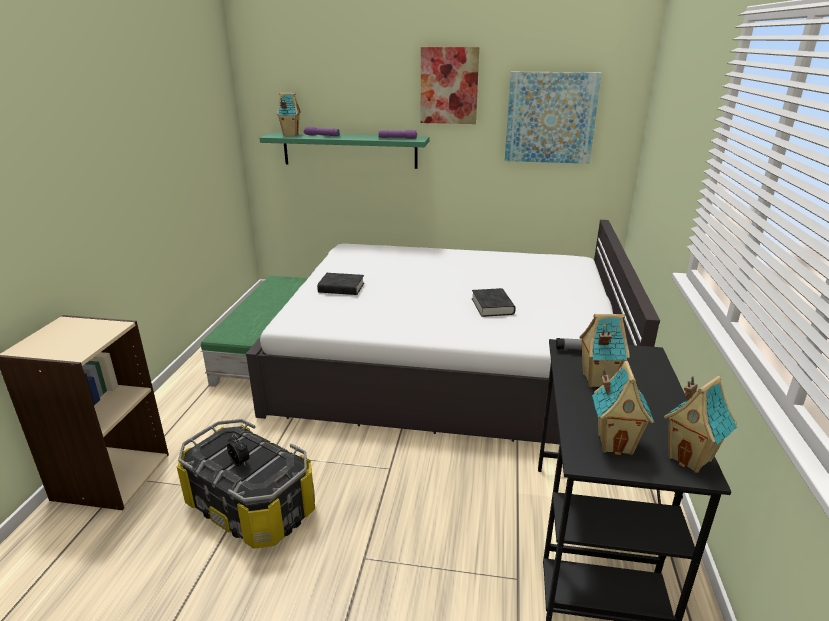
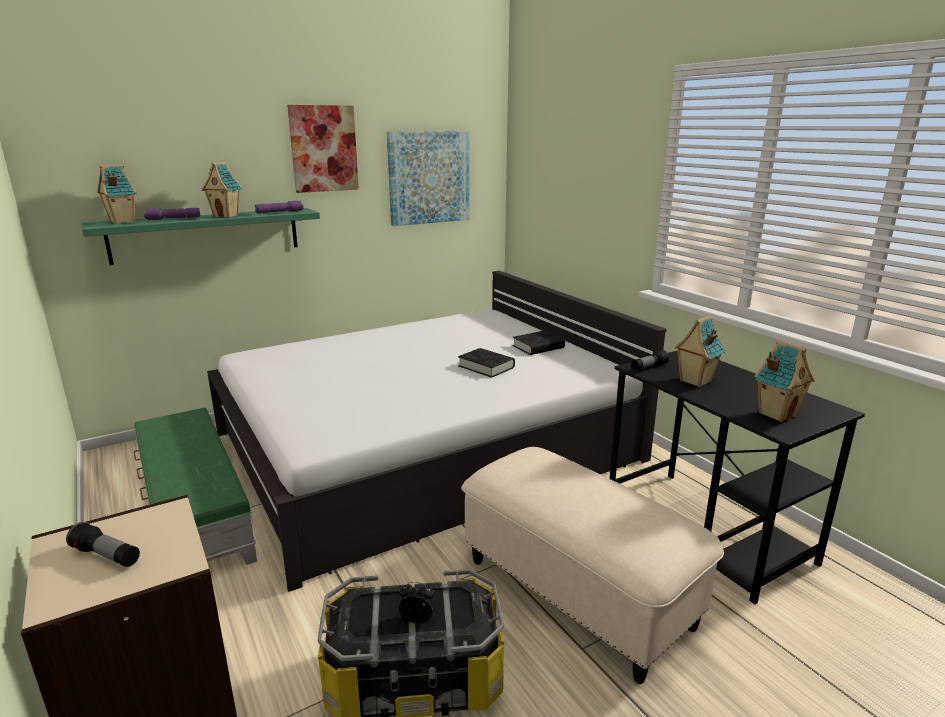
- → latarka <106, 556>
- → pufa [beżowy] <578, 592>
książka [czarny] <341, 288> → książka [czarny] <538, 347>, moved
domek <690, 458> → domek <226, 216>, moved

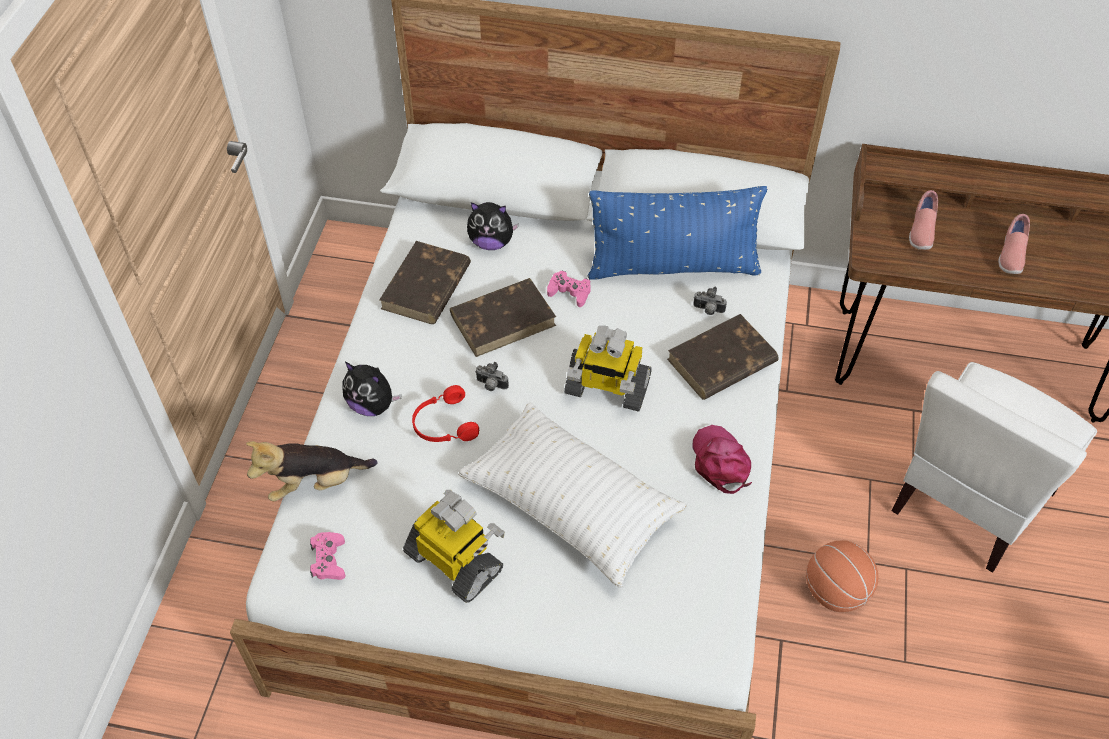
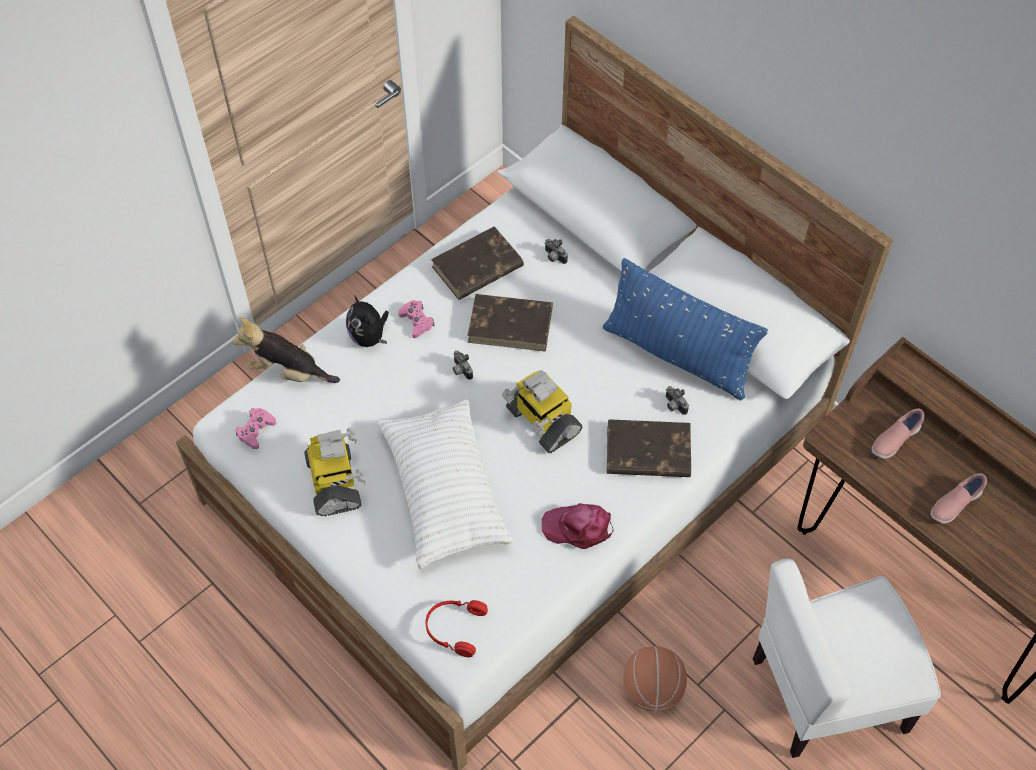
słuchawki [czerwony] <443, 424> → słuchawki [czerwony] <454, 628>, moved
pad do gier [różowy] <569, 292> → pad do gier [różowy] <416, 321>, moved
pluszak <491, 242> → aparat fotograficzny <554, 257>
czapka z daszkiem [różowy] <721, 462> → czapka z daszkiem [różowy] <578, 527>, 105 degrees counterclockwise

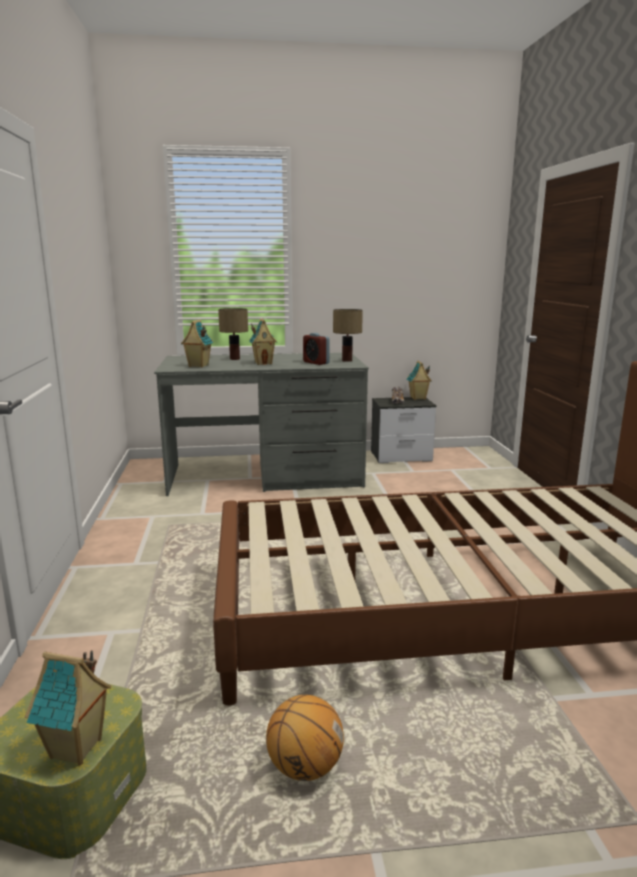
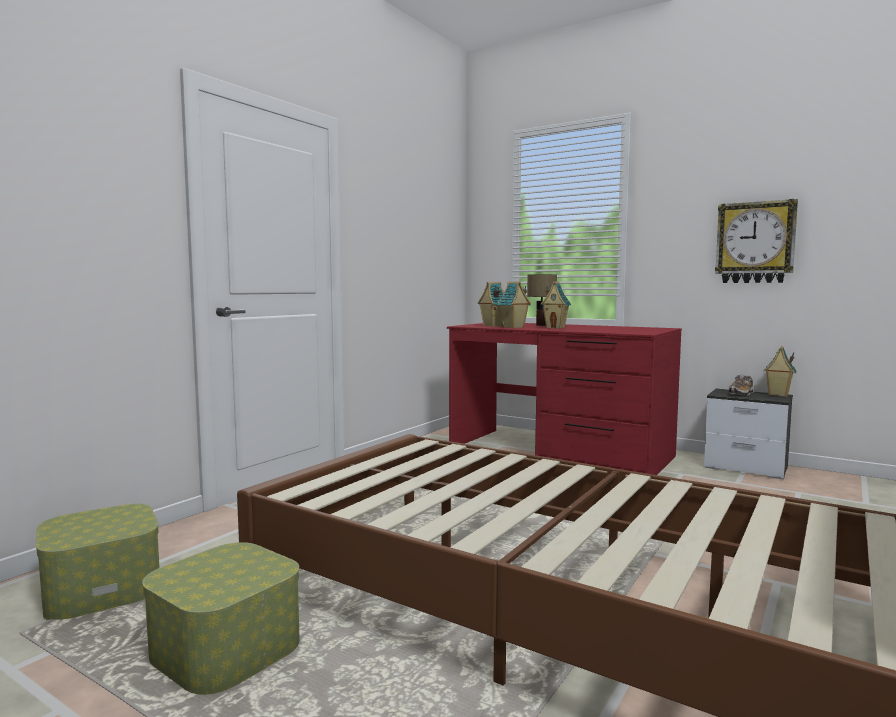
budzik <316, 362> → -
lampa stołowa <347, 360> → -
- → zegar ścienny <755, 243>
domek <77, 749> → domek <513, 327>, moved
piłka do koszykówki <304, 767> → pojemnik do przechowywania <226, 649>
biurko [szary] <266, 476> → biurko [czerwony] <559, 453>

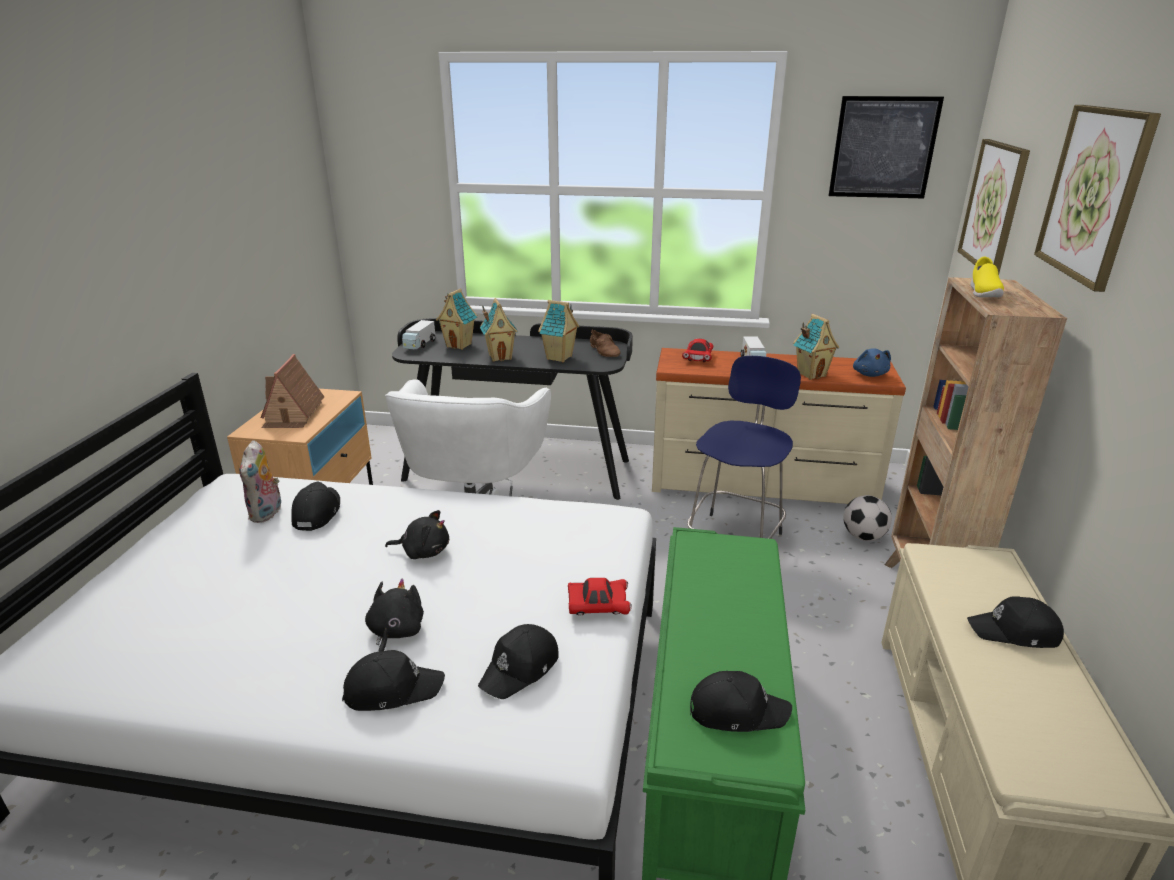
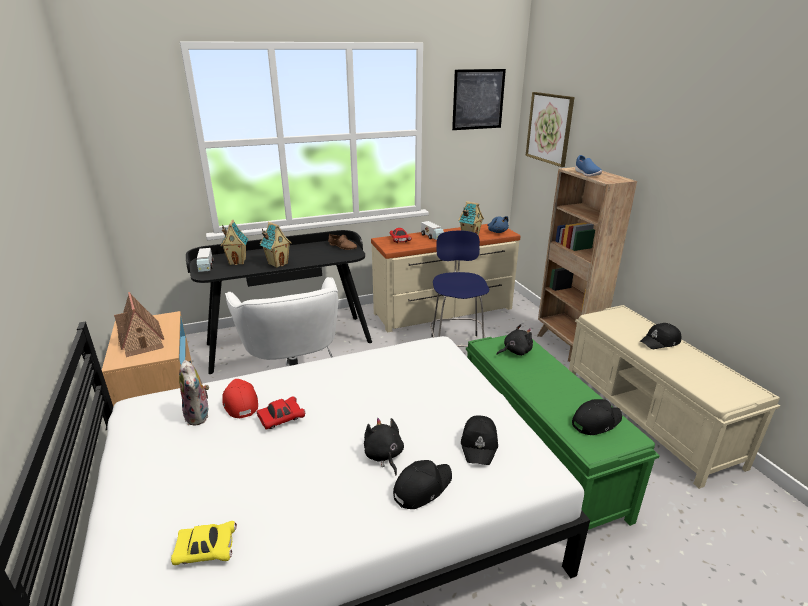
domek <560, 358> → -
piłka futbolowa <863, 536> → -
obraz <1093, 194> → -
- → samochodzik [żółty] <206, 551>
pluszak [czarny] <423, 551> → pluszak [czarny] <515, 351>, moved
samochodzik [czerwony] <598, 607> → samochodzik [czerwony] <281, 419>, moved
czapka z daszkiem [czarny] <317, 513> → czapka z daszkiem [czerwony] <240, 403>
but [żółty] <983, 293> → but [niebieski] <586, 174>

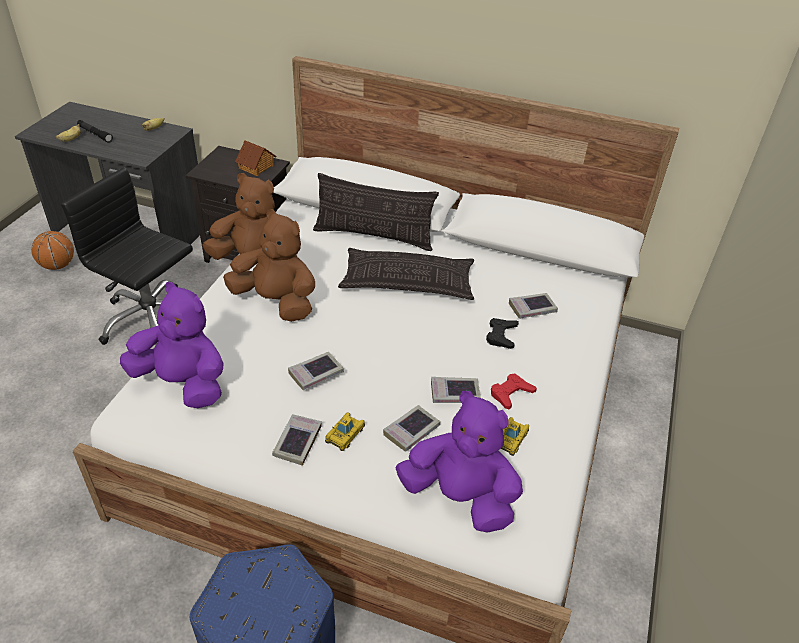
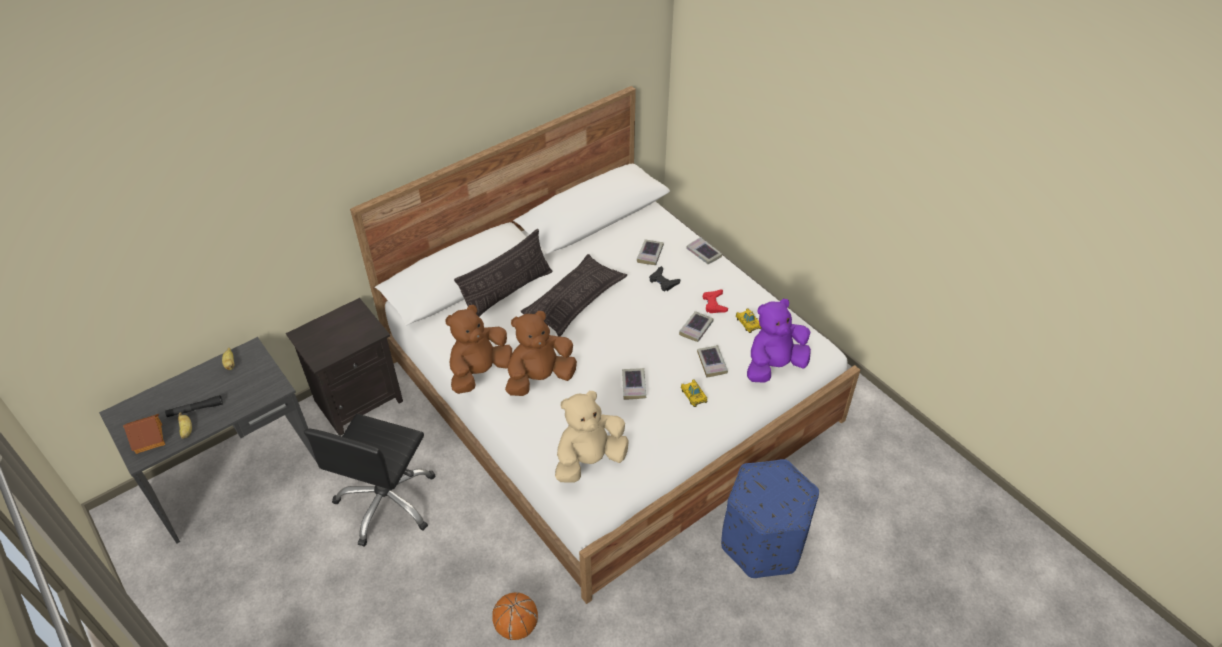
piłka do koszykówki <58, 265> → piłka do koszykówki <516, 626>, moved
domek <256, 167> → domek <149, 438>, moved
książka <297, 442> → książka <703, 253>, moved
pluszak [fioletowy] <183, 383> → pluszak [beżowy] <589, 460>
krzesło biurowe [czarny] <151, 320> → krzesło biurowe [czarny] <387, 502>, 45 degrees counterclockwise

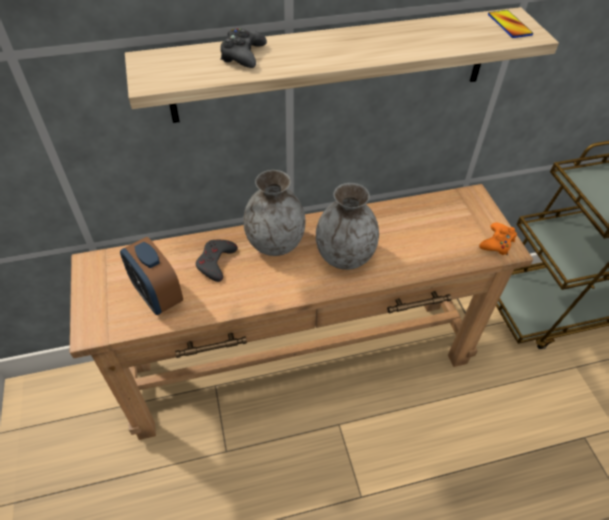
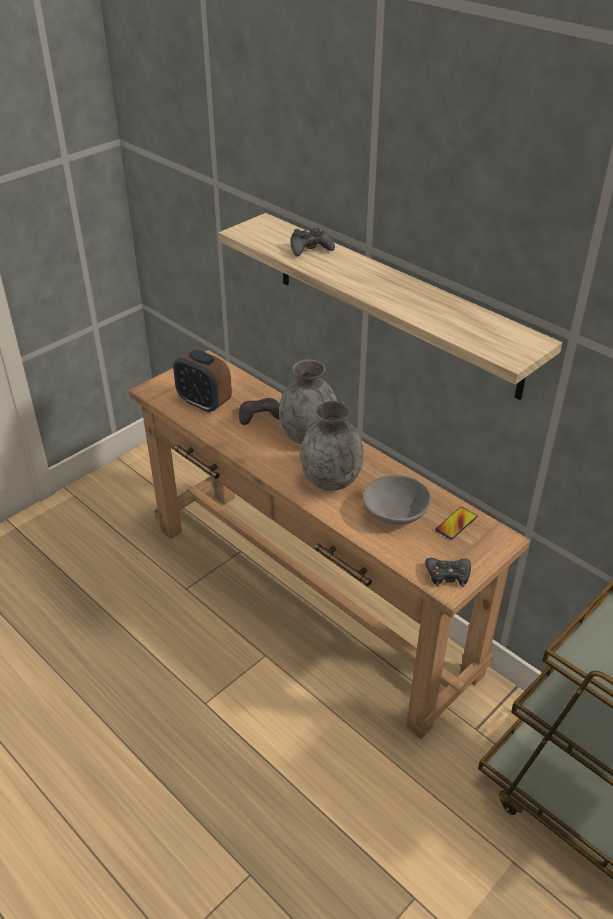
- → miska [szary] <395, 514>
telefon <509, 25> → telefon <456, 524>, moved
pad do gier [pomarańczowy] <497, 243> → pad do gier [czarny] <448, 575>
budzik <157, 296> → budzik <204, 403>, 75 degrees counterclockwise

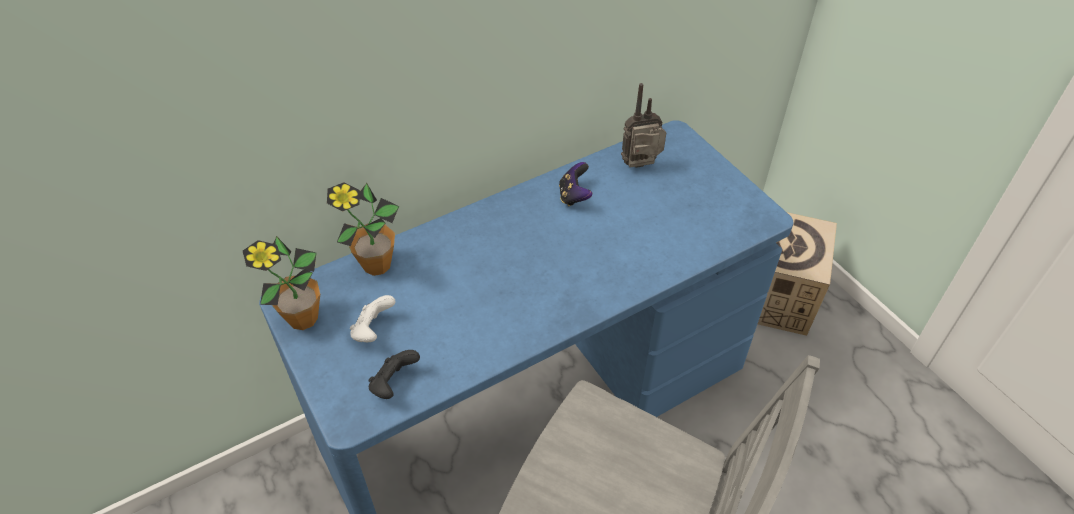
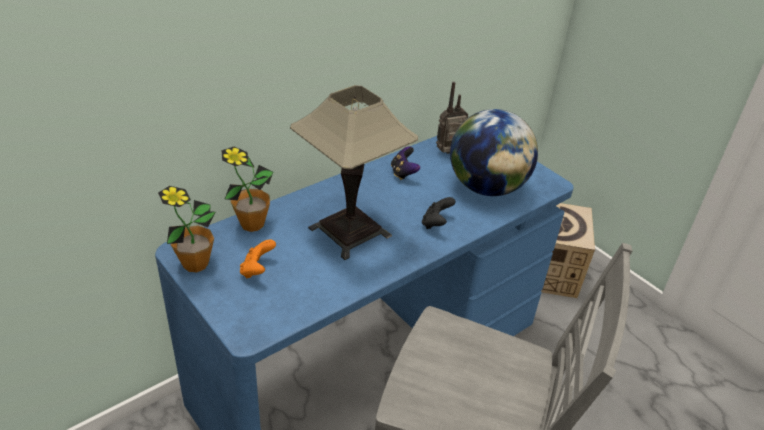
- → lampa stołowa <349, 232>
- → globus <486, 187>
pad do gier [czarny] <394, 384> → pad do gier [czarny] <436, 223>, moved
pad do gier [biały] <373, 330> → pad do gier [pomarańczowy] <257, 270>

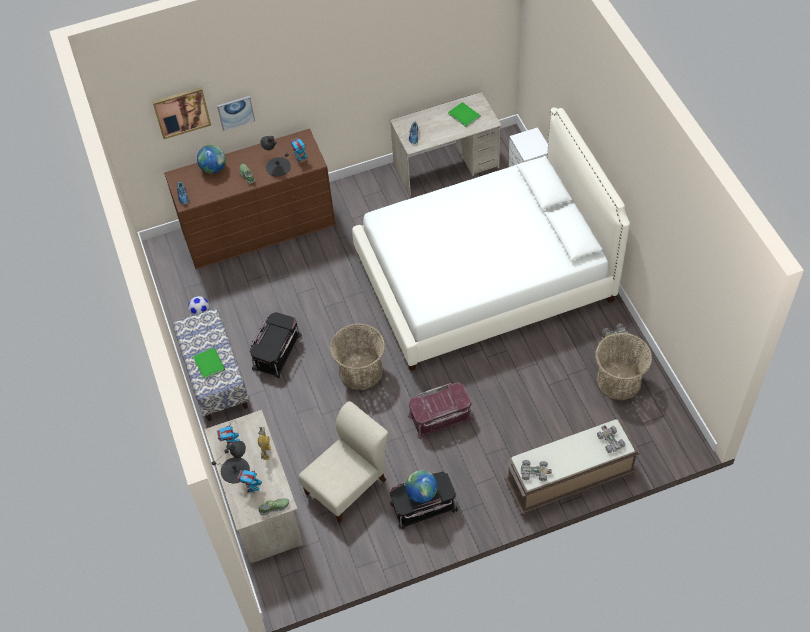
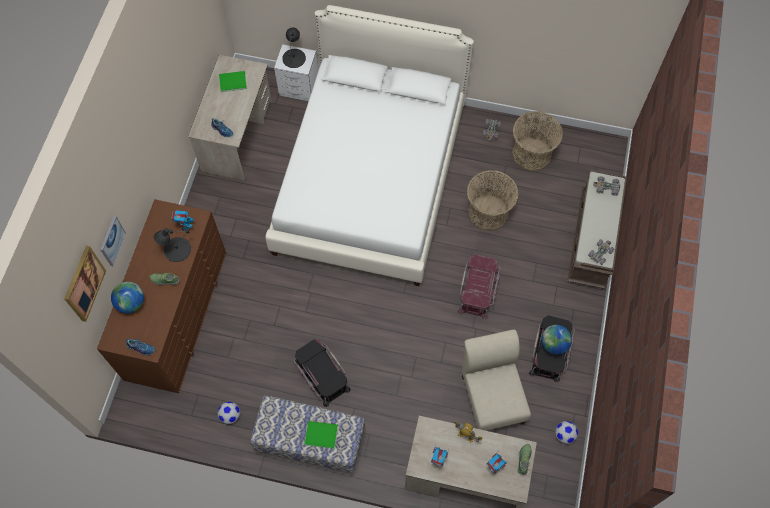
- → piłka futbolowa <564, 435>
lampa stołowa [czarny] <235, 470> → lampa stołowa [czarny] <294, 58>, moved
koszyk <360, 371> → koszyk <488, 212>, moved

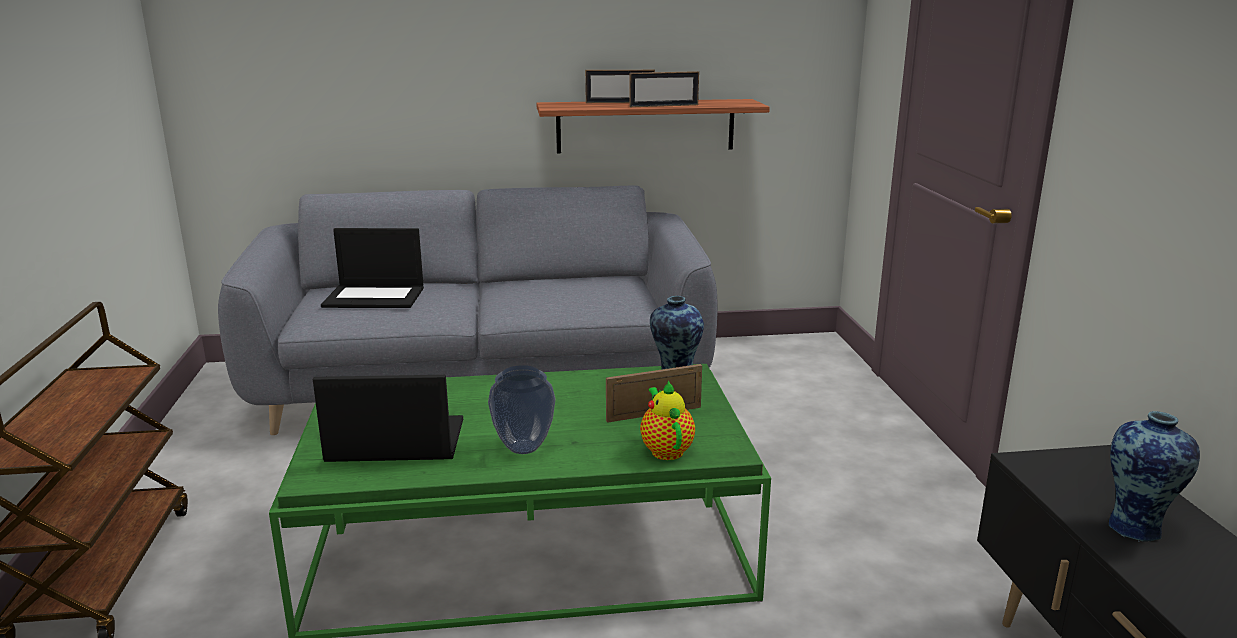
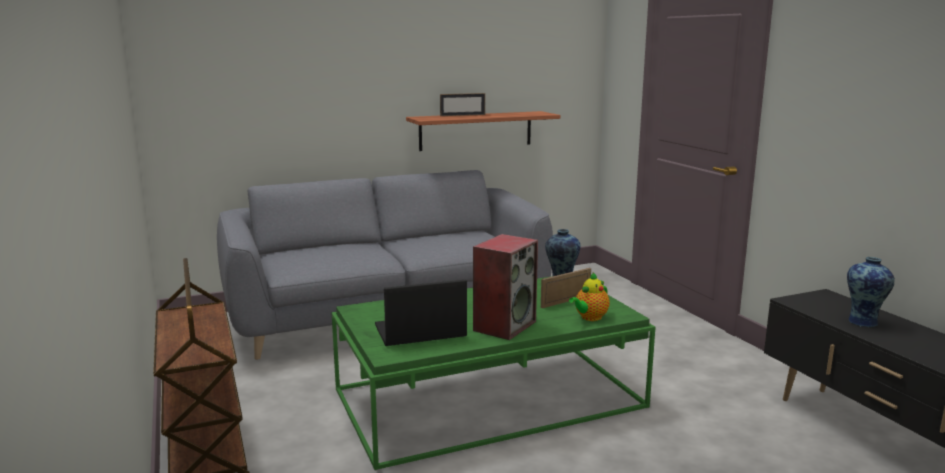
laptop <375, 297> → -
ramka na zdjęcie <664, 106> → -
wazon <524, 447> → głośnik <504, 325>
imbryk <666, 450> → imbryk <589, 318>, 105 degrees counterclockwise

